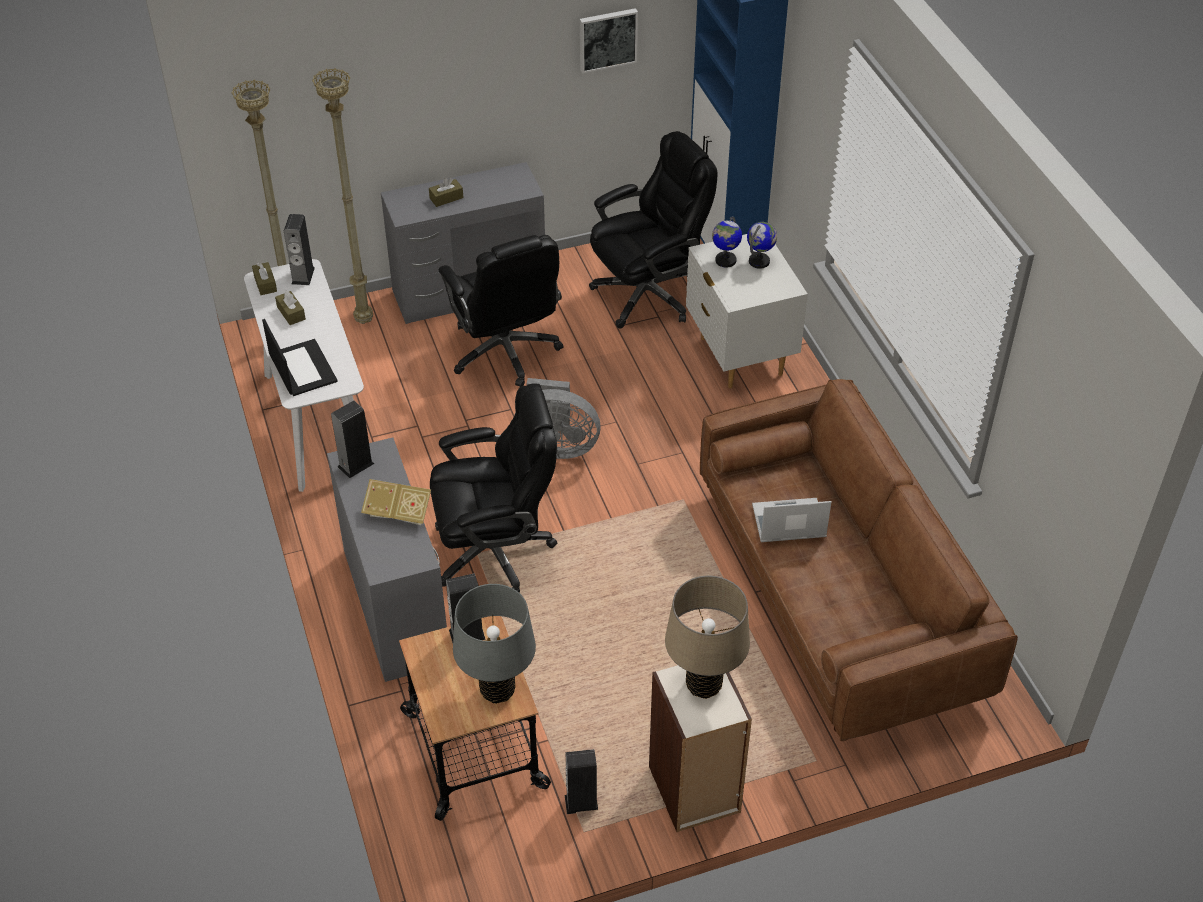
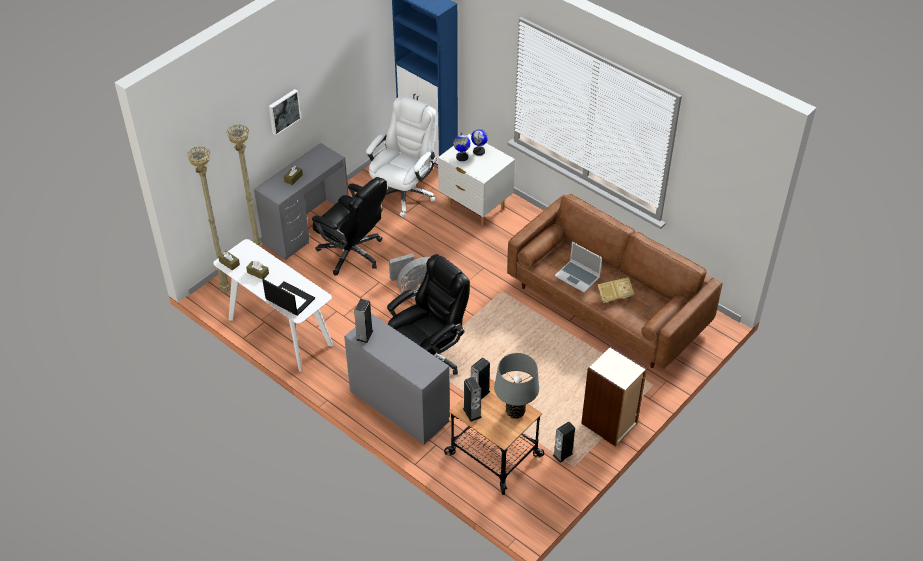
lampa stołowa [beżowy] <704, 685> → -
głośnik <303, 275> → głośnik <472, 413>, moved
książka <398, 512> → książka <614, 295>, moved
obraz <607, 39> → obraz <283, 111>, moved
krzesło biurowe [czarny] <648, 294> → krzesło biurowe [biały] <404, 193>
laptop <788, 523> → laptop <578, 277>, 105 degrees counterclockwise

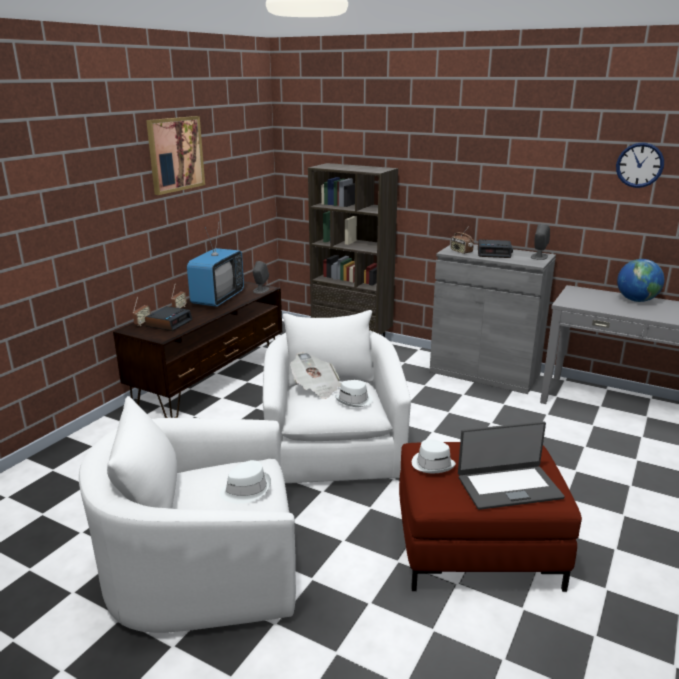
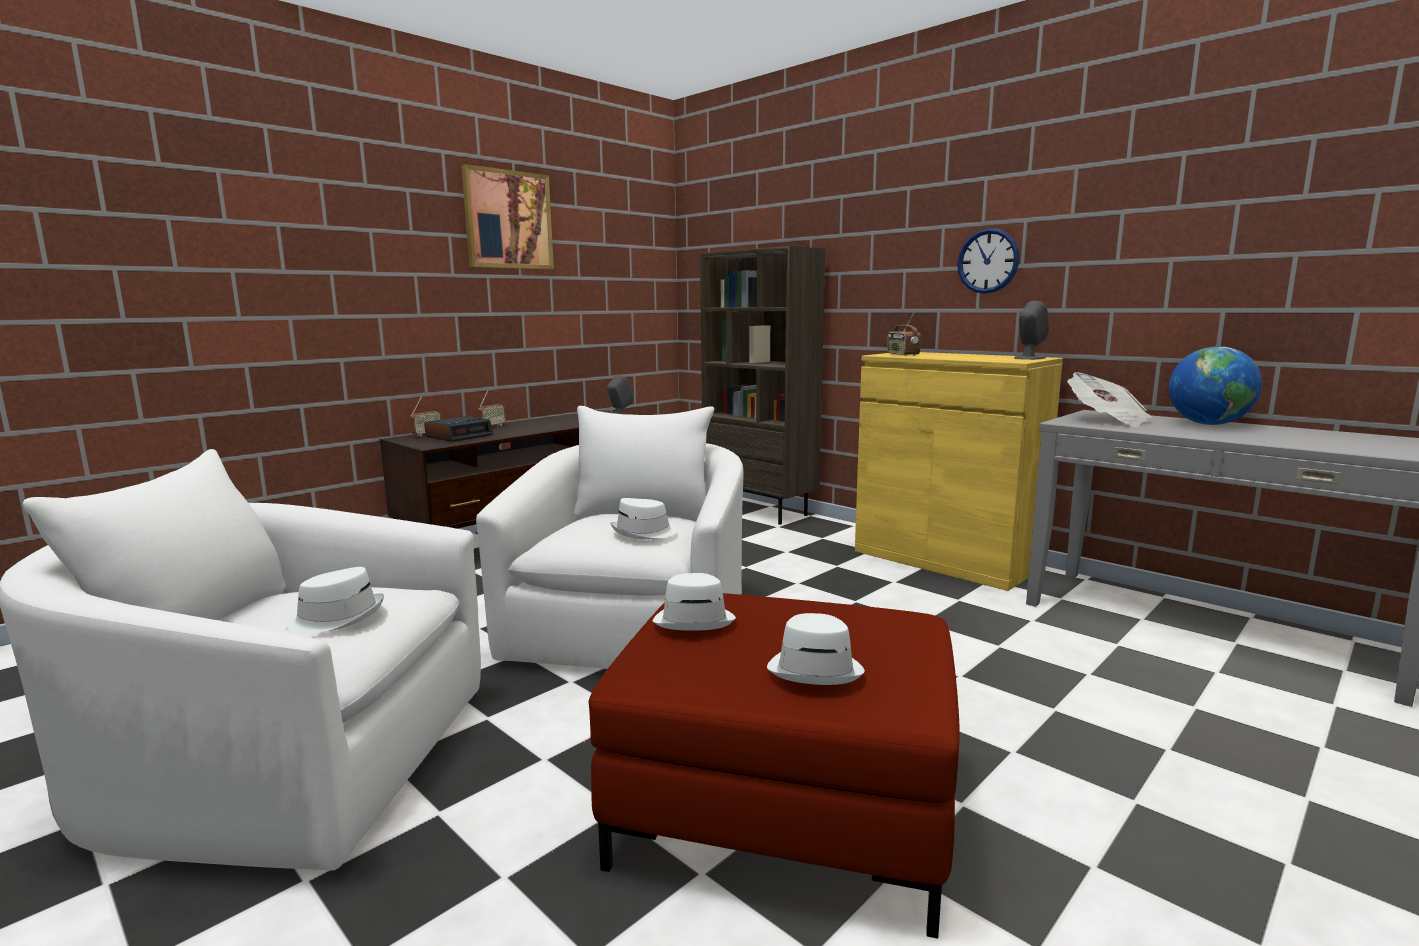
telewizor <218, 299> → -
budzik <494, 253> → -
gazeta <316, 387> → gazeta <1107, 420>, moved
zegar ścienny <639, 165> → zegar ścienny <988, 261>, moved
laptop <508, 486> → kapelusz [biały] <815, 669>
szafka [szary] <484, 373> → szafka [żółty] <945, 559>

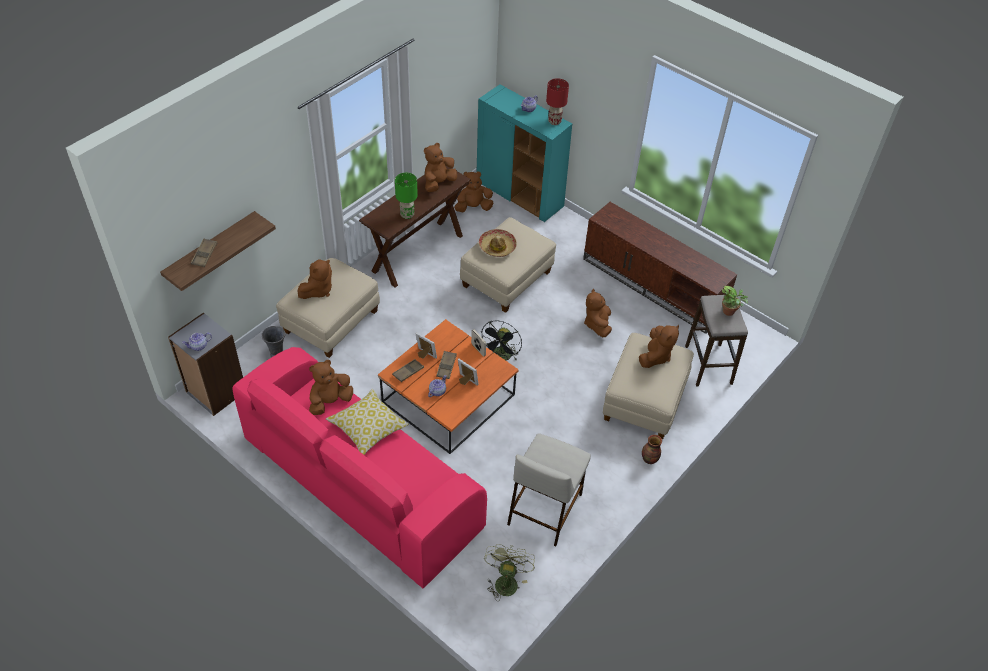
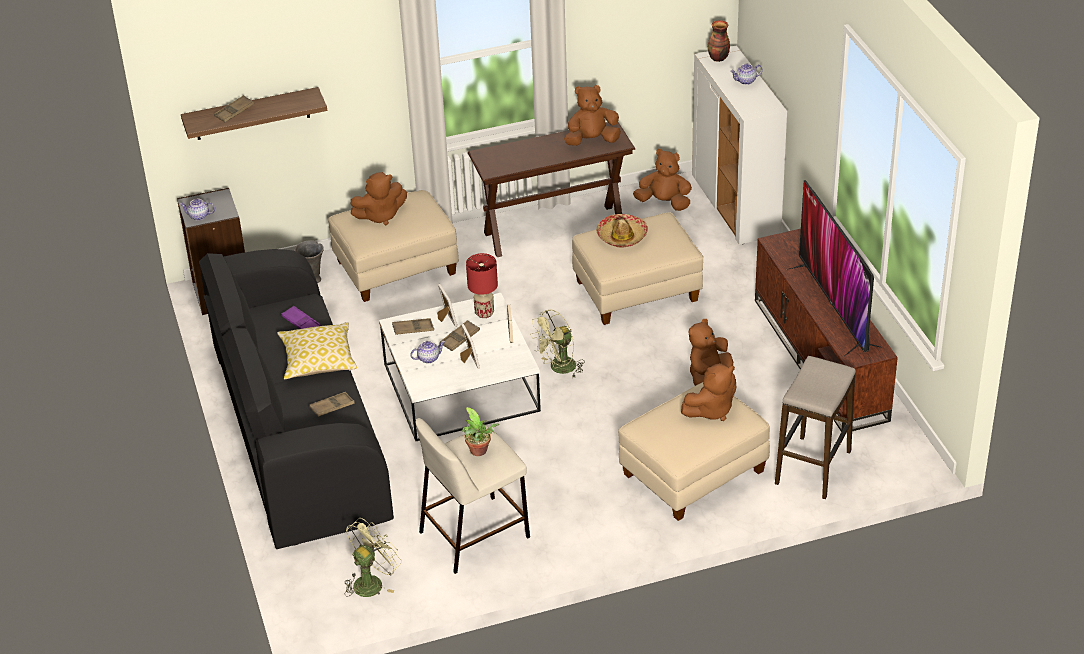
lampa stołowa [zielony] <407, 215> → -
- → taca [brązowy] <332, 407>
- → telewizor <834, 307>
lampa stołowa [czerwony] <554, 122> → lampa stołowa [czerwony] <484, 313>, moved
wazon <649, 459> → wazon <718, 58>, moved
roślina doniczkowa <730, 312> → roślina doniczkowa <479, 452>, moved
pluszak [brązowy] <330, 401> → taca [fioletowy] <301, 322>
kanapa [różowy] <361, 483> → kanapa [czarny] <298, 433>
ława [pomarańczowy] <447, 398> → ława [biały] <459, 387>
szafka [turkusowy] <520, 195> → szafka [biały] <736, 207>
wentylator [czarny] <501, 357> → wentylator [zielony] <559, 369>

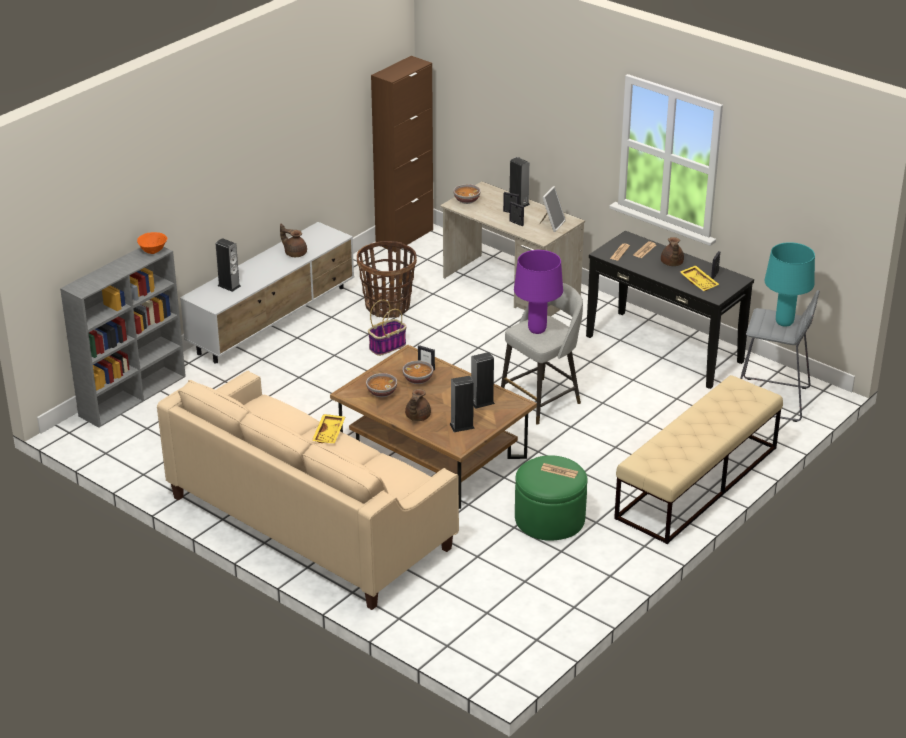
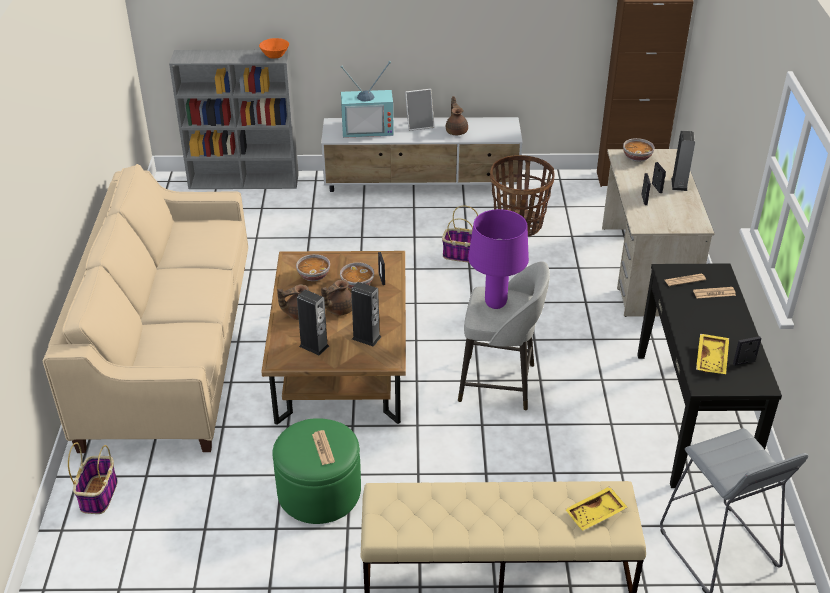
lampa stołowa [turkusowy] <784, 323> → -
- → koszyk <98, 494>
taca [żółty] <329, 433> → taca [żółty] <596, 514>, moved
ramka na zdjęcie <551, 224> → ramka na zdjęcie <419, 125>, moved
imbryk [brązowy] <671, 263> → imbryk [brązowy] <338, 309>, moved
głośnik <229, 286> → telewizor <368, 128>

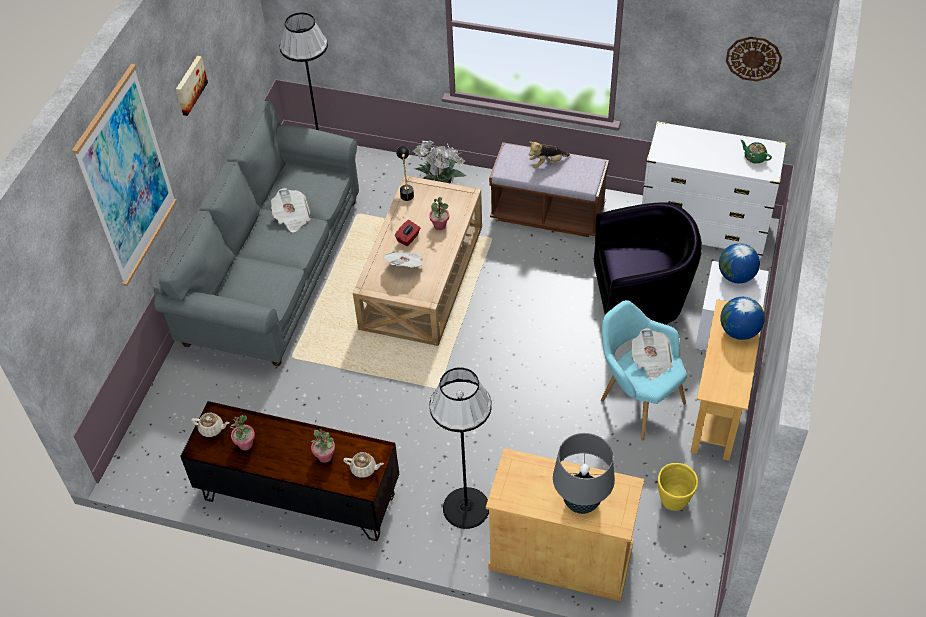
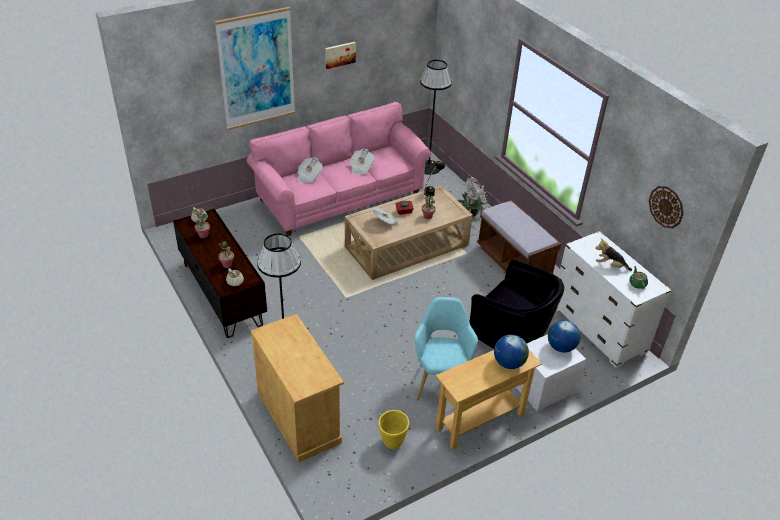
lampa stołowa [szary] <581, 502> → -
pluszak <547, 163> → pluszak <610, 265>, moved
gazeta <651, 361> → gazeta <308, 177>, moved
kanapa [szary] <273, 271> → kanapa [różowy] <340, 198>

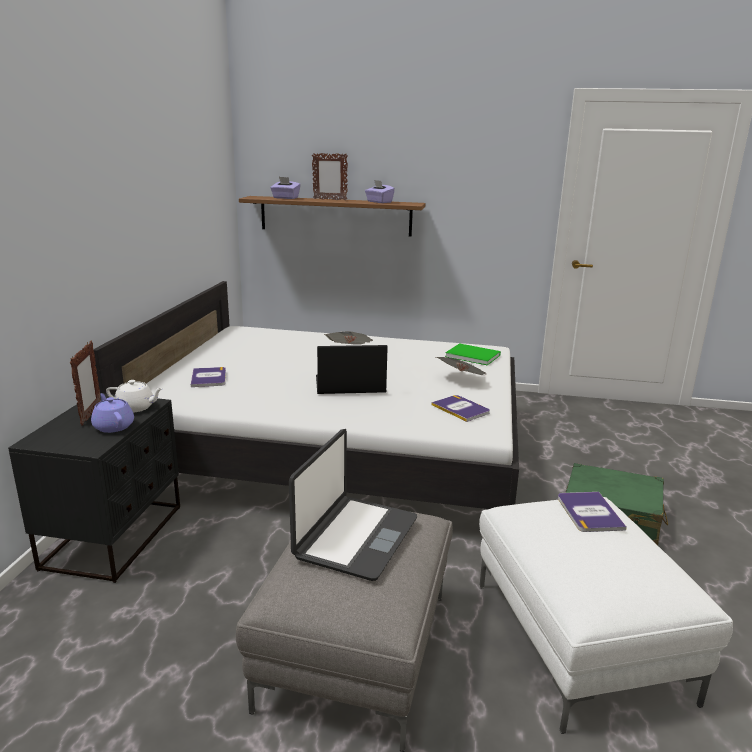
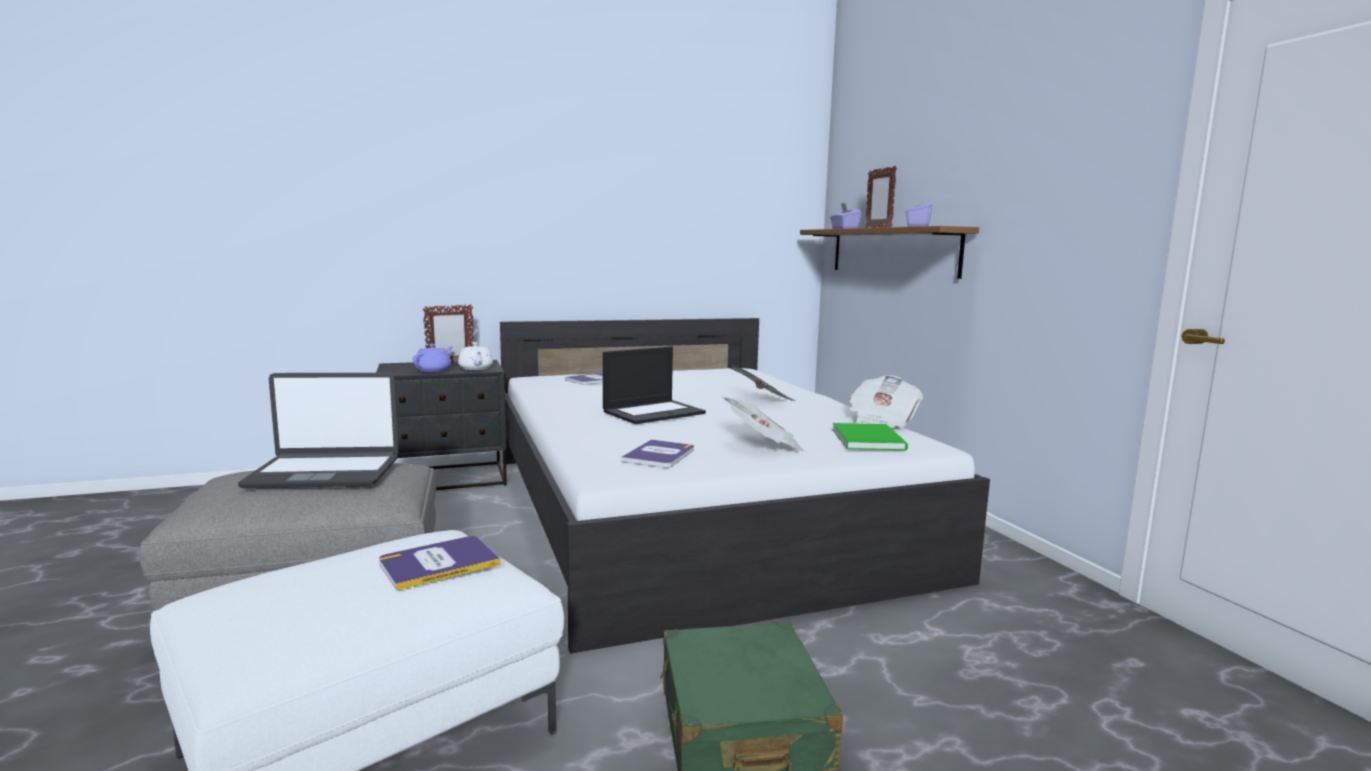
- → gazeta <881, 422>
laptop <349, 385> → laptop <654, 412>, 90 degrees clockwise

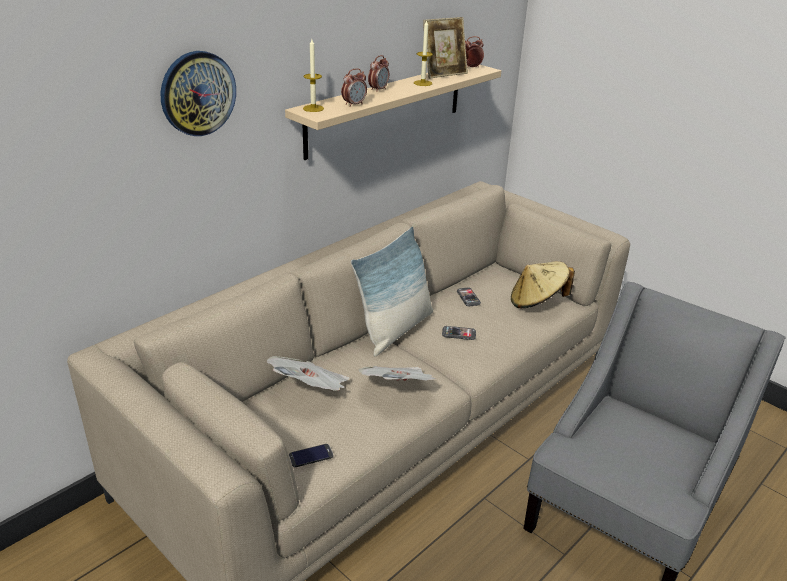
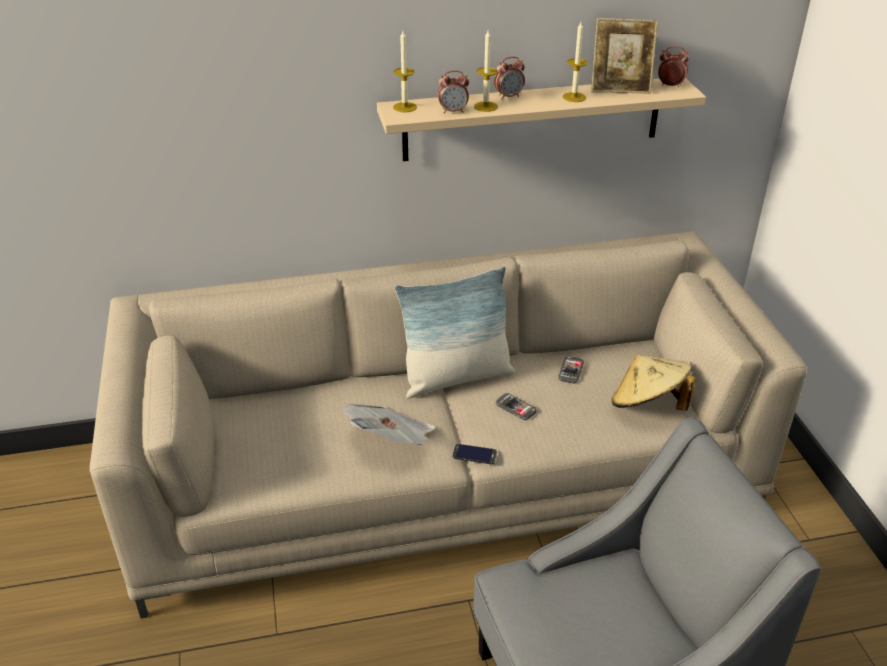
zegar ścienny <198, 93> → -
gazeta <311, 390> → -
- → świeca <485, 106>
telefon <311, 456> → telefon <474, 454>, moved

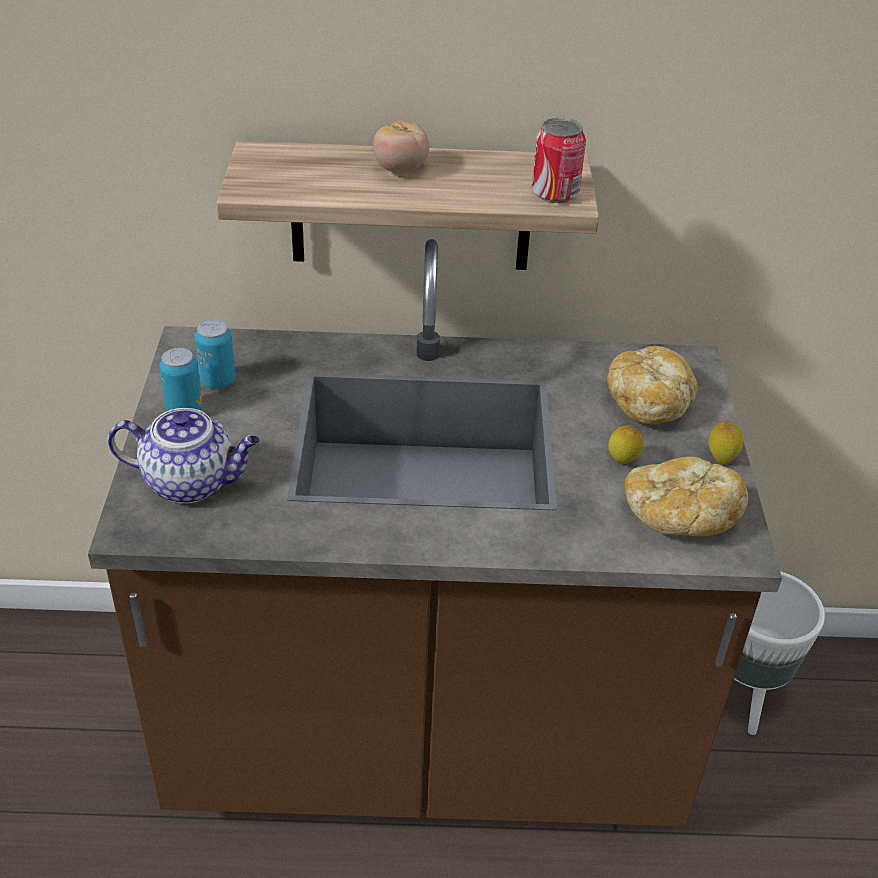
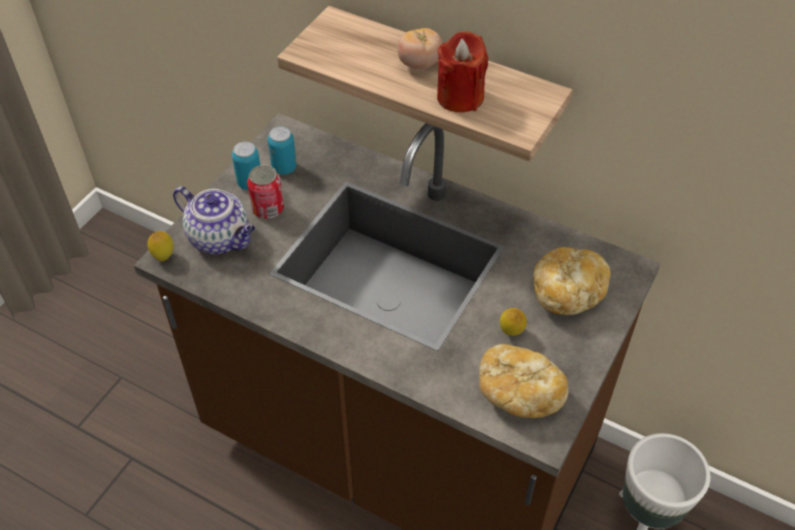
- → świeca [czerwony] <460, 97>
puszka <555, 193> → puszka <268, 209>, moved
cytryna <721, 459> → cytryna <164, 257>, moved

